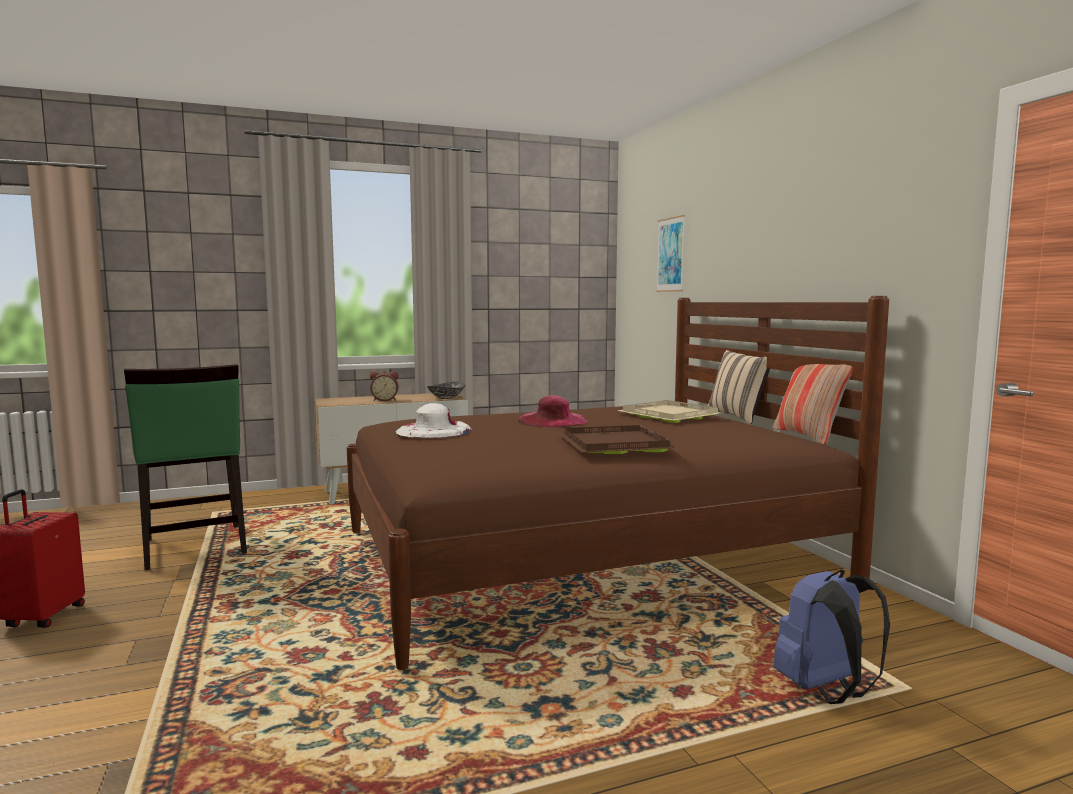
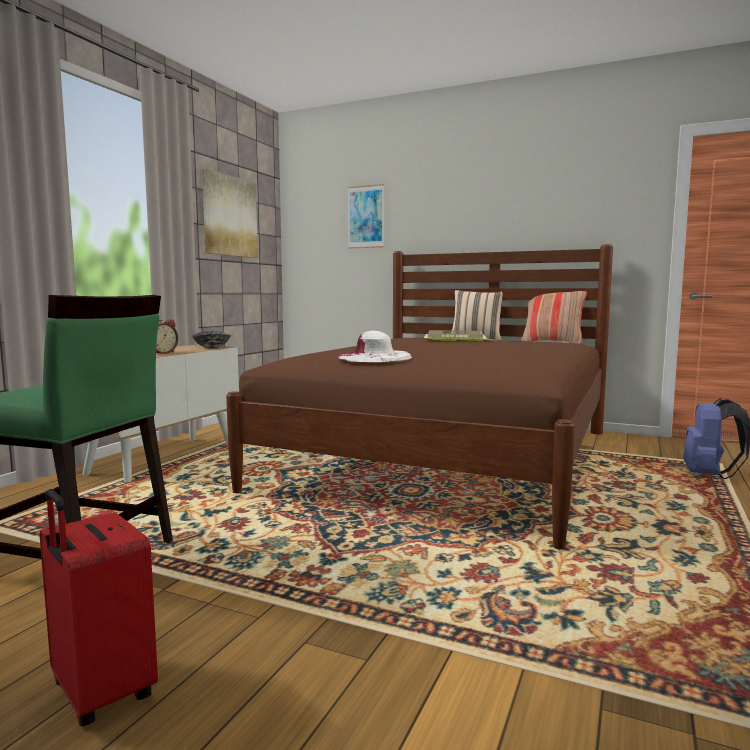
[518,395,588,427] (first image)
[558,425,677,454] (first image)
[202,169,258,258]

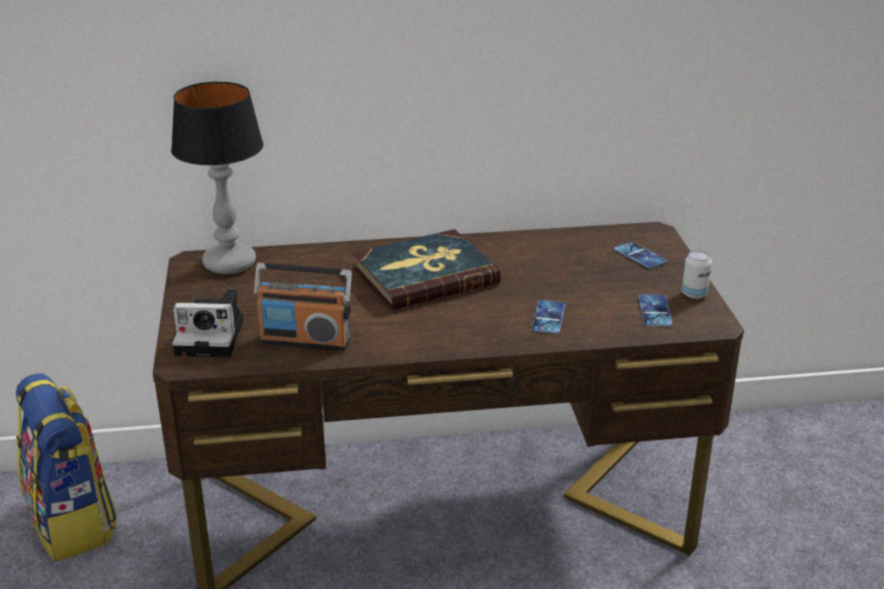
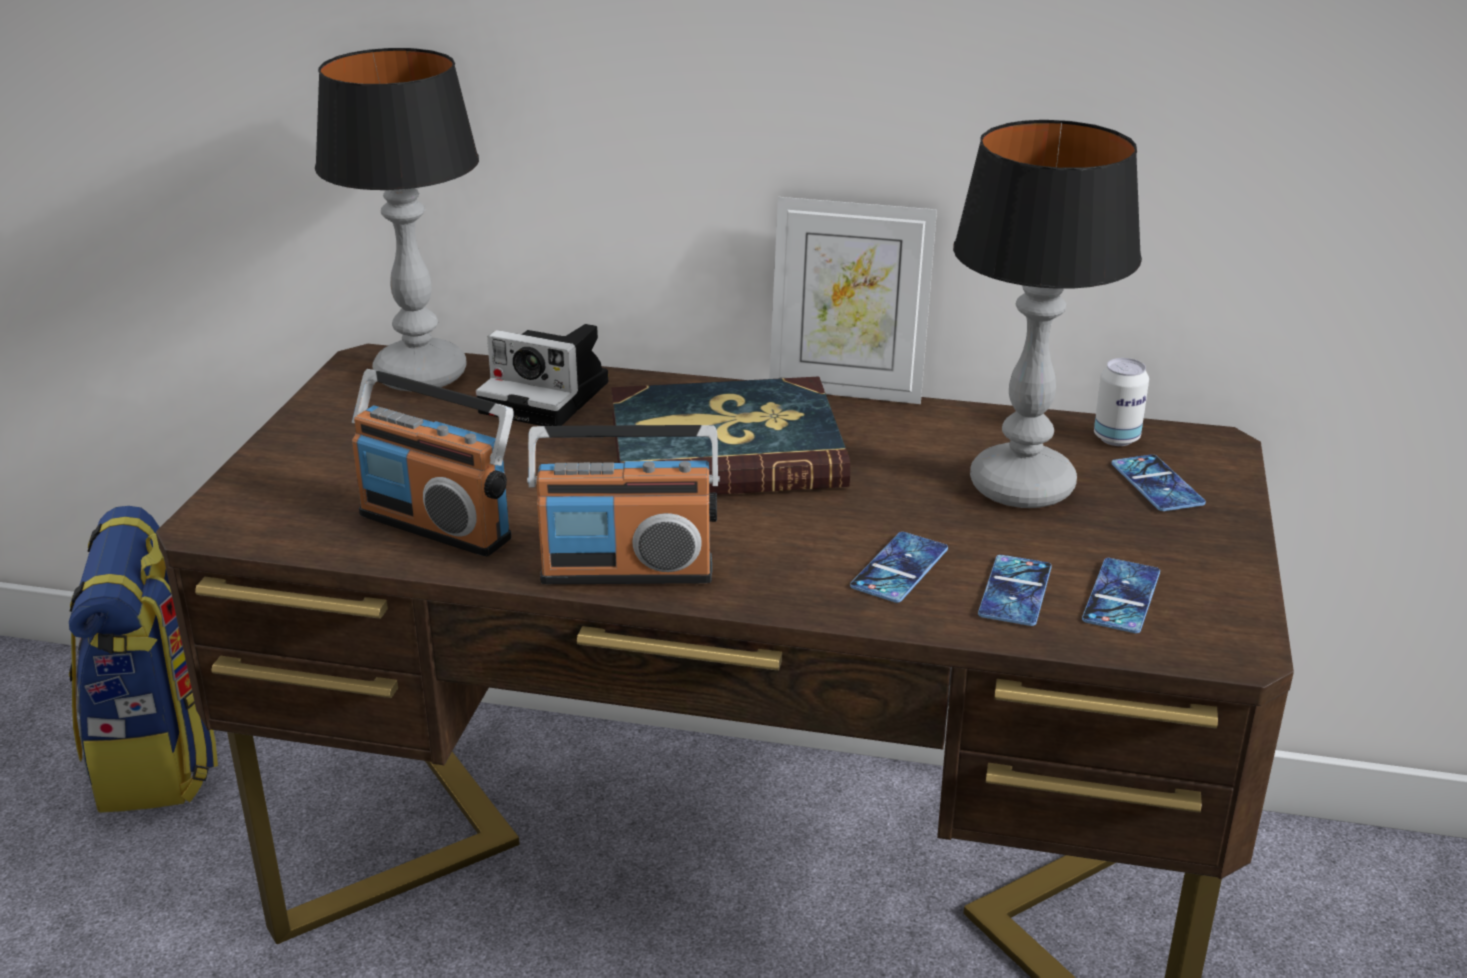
[1094,358,1149,446]
[476,324,608,426]
[953,120,1142,508]
[769,197,937,404]
[527,425,720,584]
[978,555,1052,626]

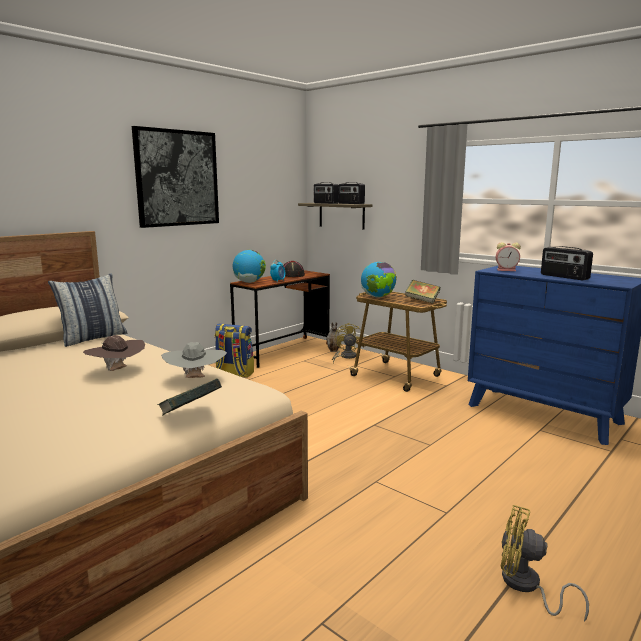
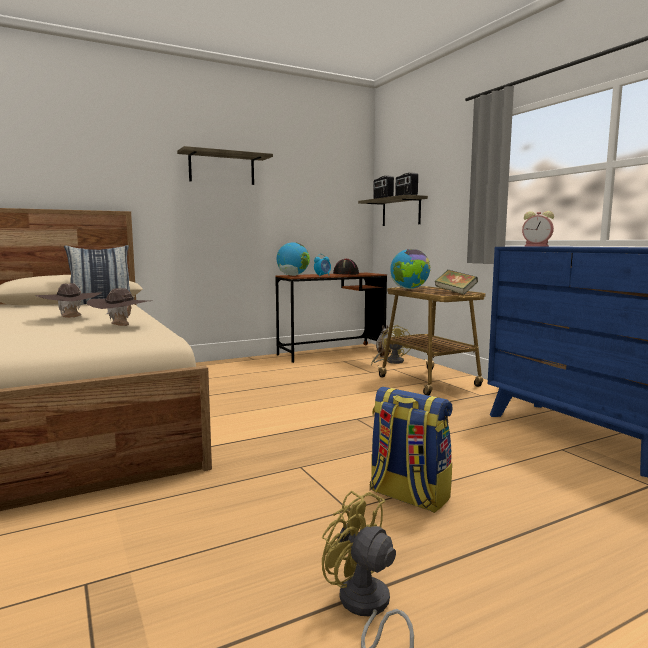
[177,146,273,185]
[541,246,593,281] (first image)
[370,387,452,513]
[87,288,153,326]
[157,378,222,416] (first image)

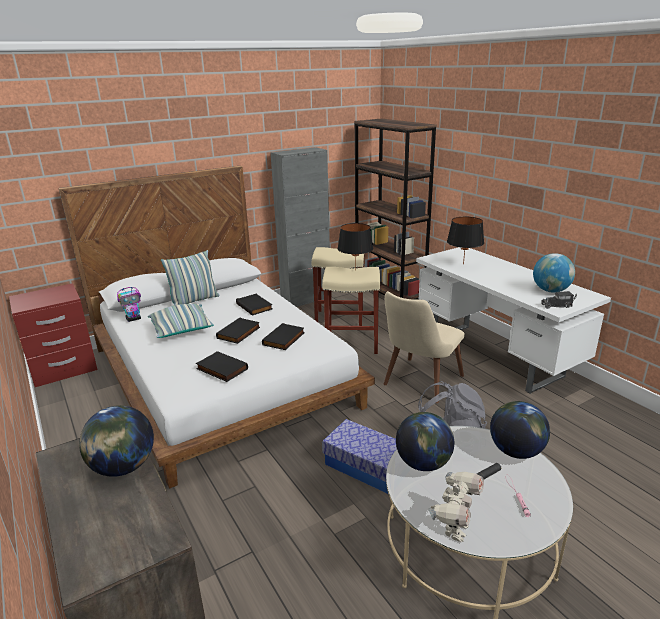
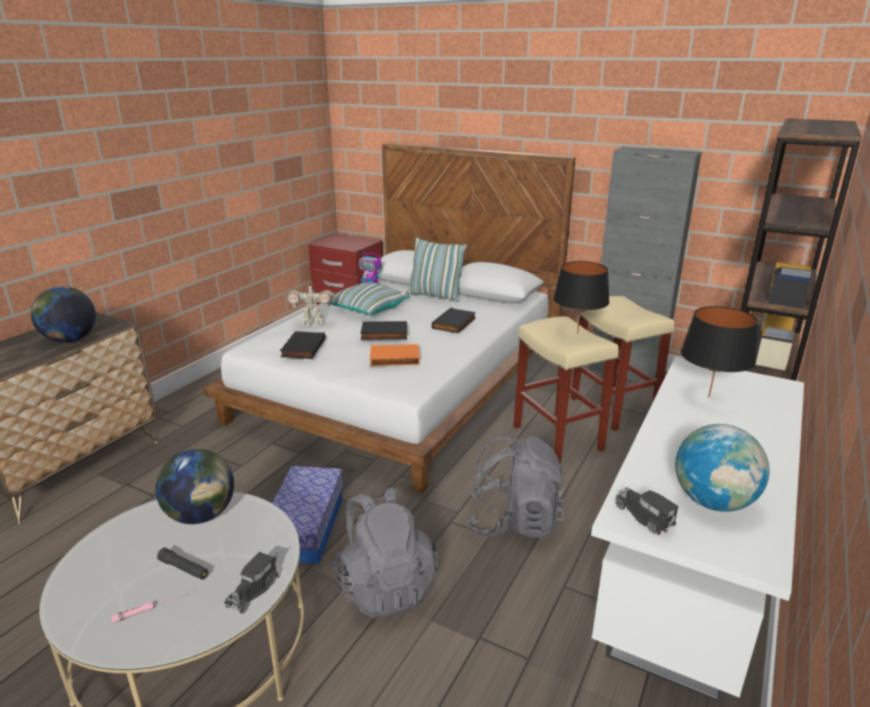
[466,434,564,538]
[370,344,420,366]
[224,551,279,614]
[287,286,335,325]

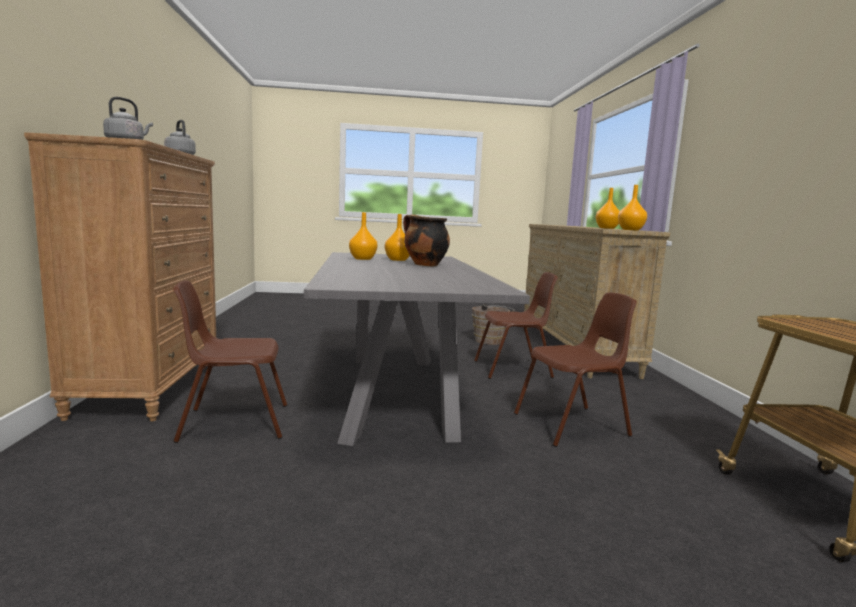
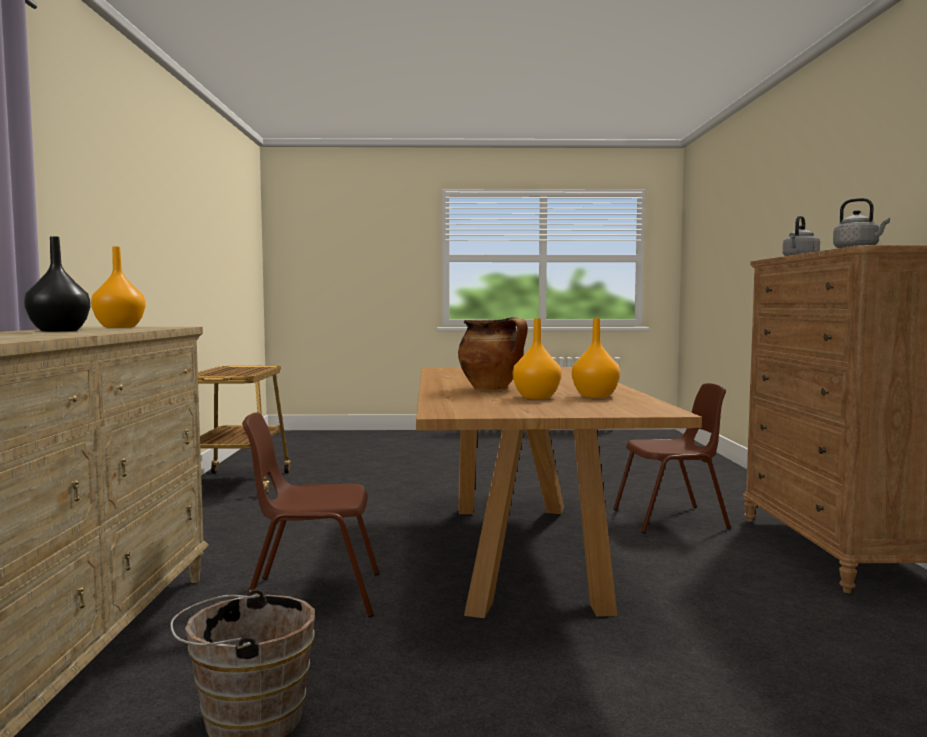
[24,236,90,332]
[416,367,702,618]
[514,293,637,447] (first image)

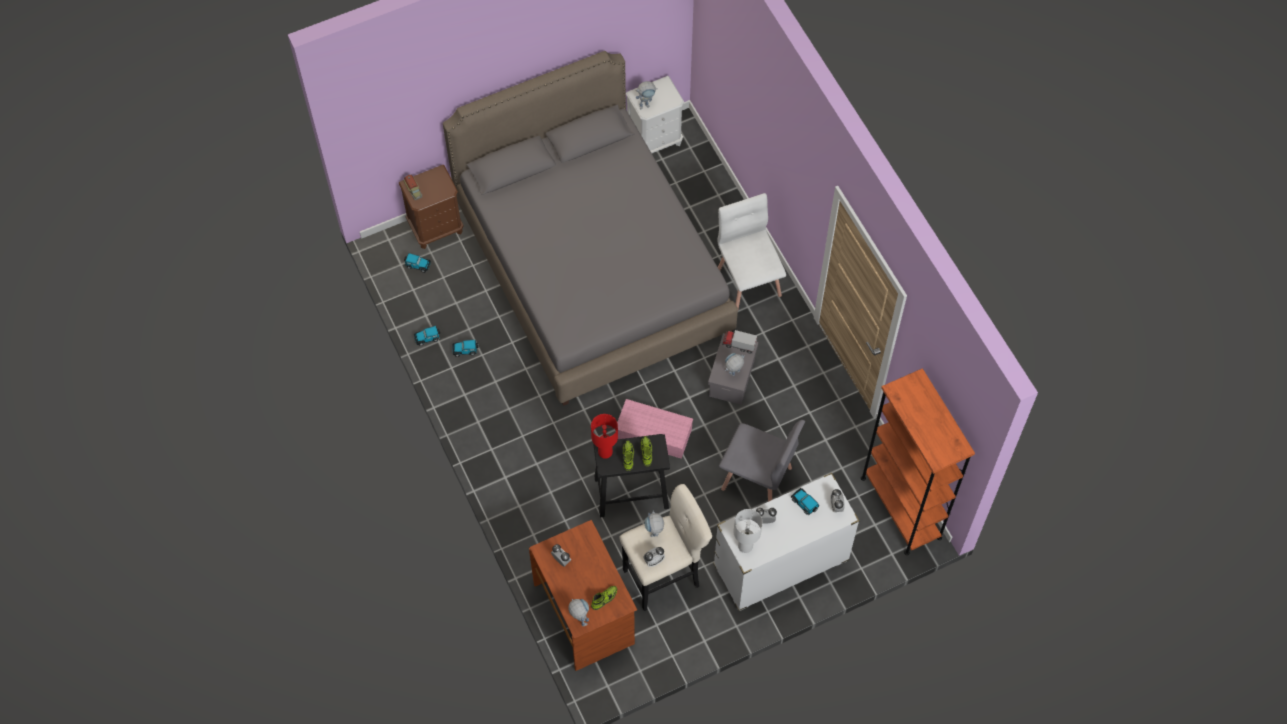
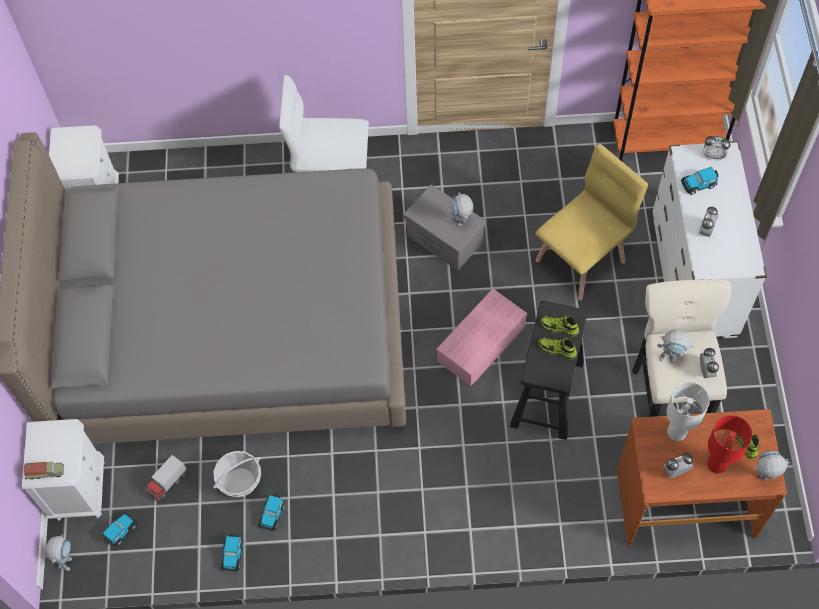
[45,535,72,571]
[22,419,105,521]
[146,455,187,502]
[707,415,752,473]
[536,144,648,301]
[666,382,710,441]
[213,451,261,497]

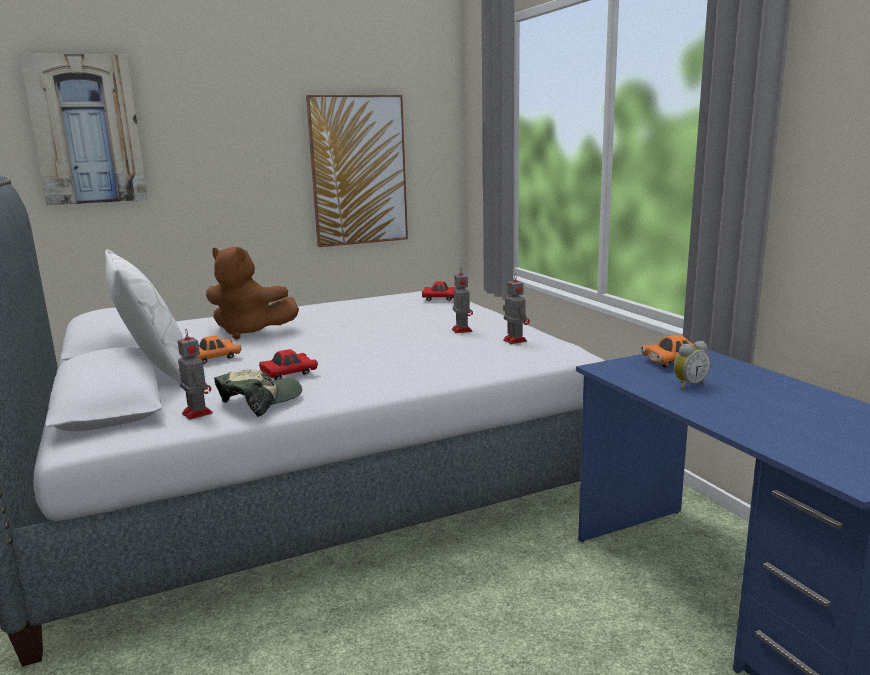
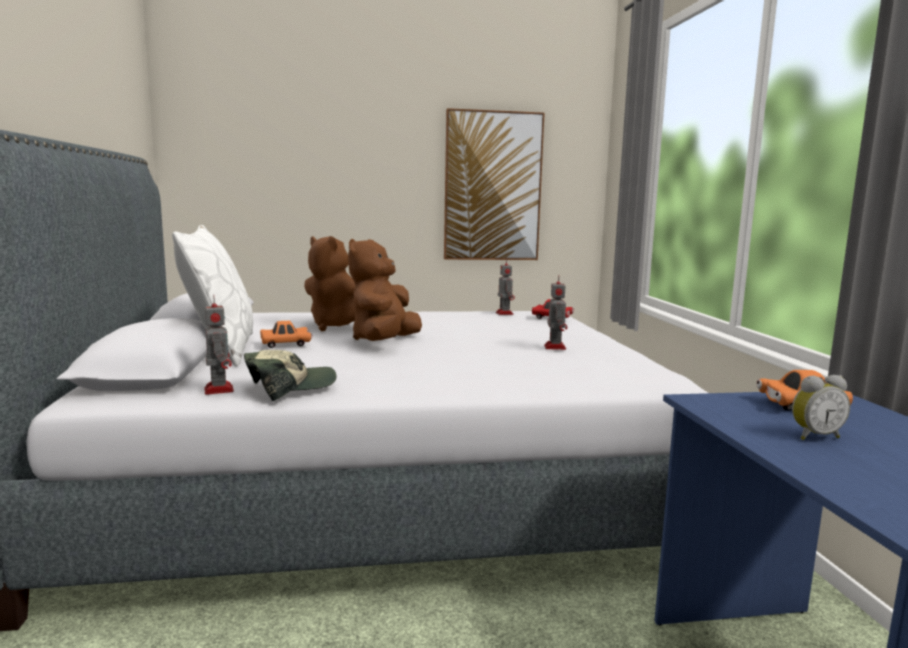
[19,53,148,206] (first image)
[496,258,515,315]
[259,349,318,380] (first image)
[348,239,422,341]

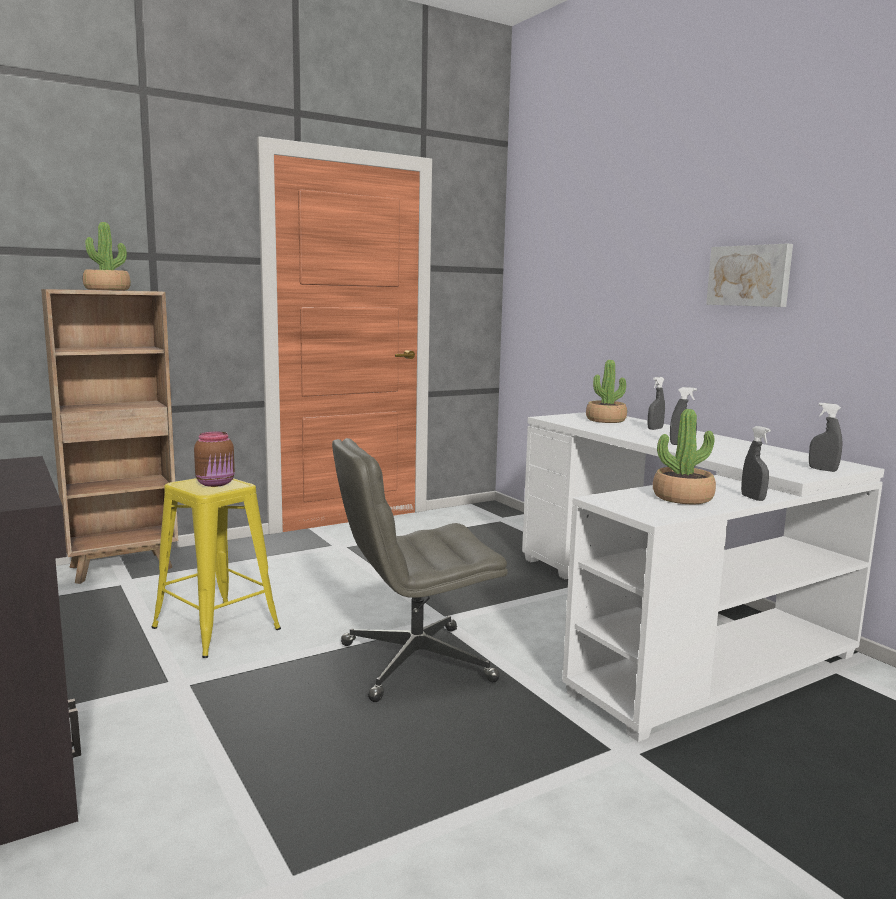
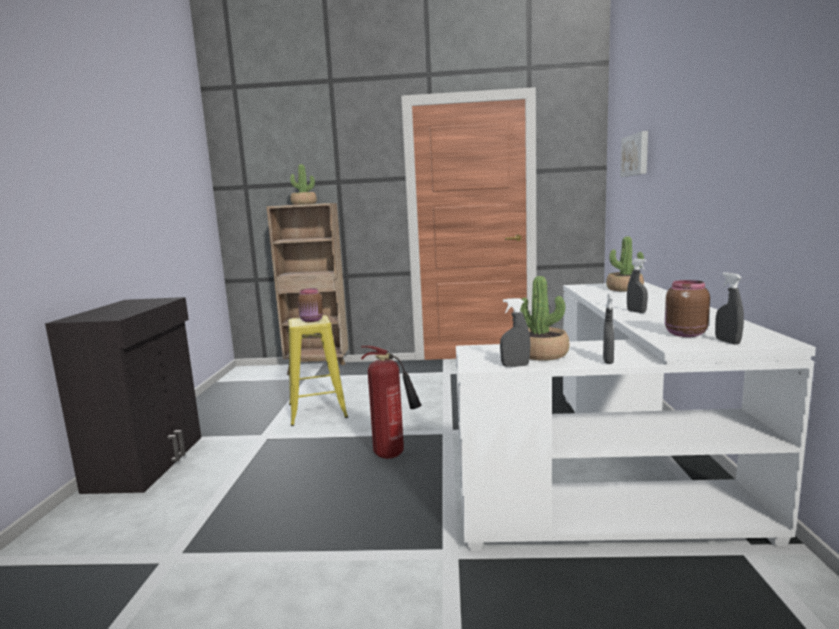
[620,131,648,177]
[500,298,530,367]
[361,346,421,459]
[665,280,710,337]

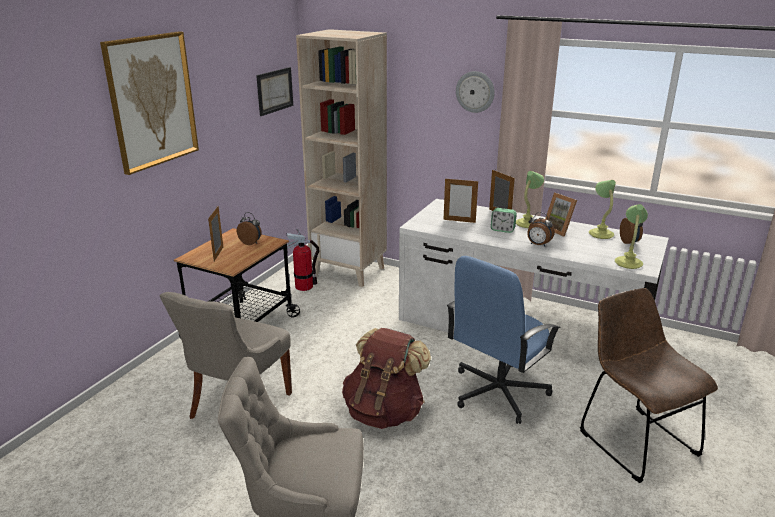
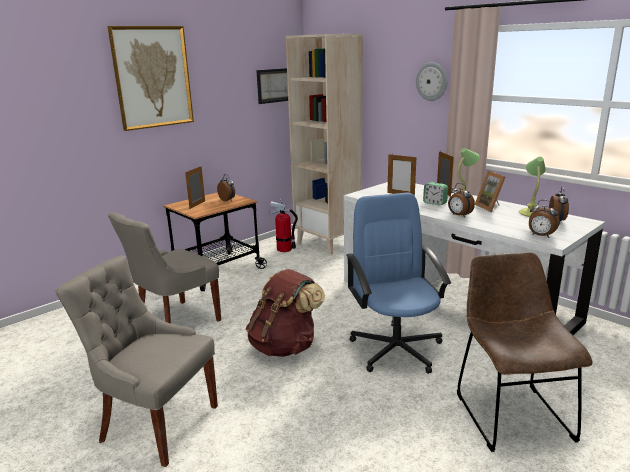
[529,200,560,238]
[346,192,451,374]

